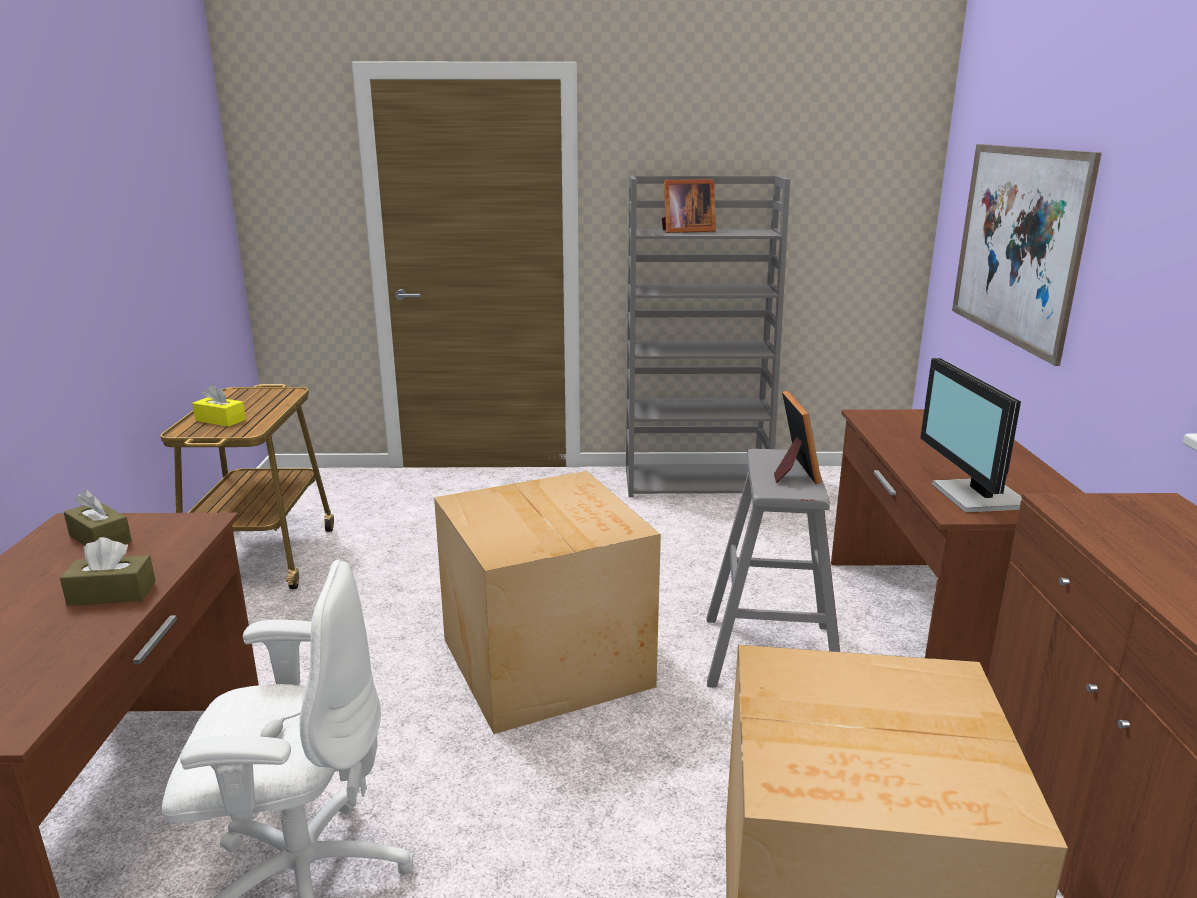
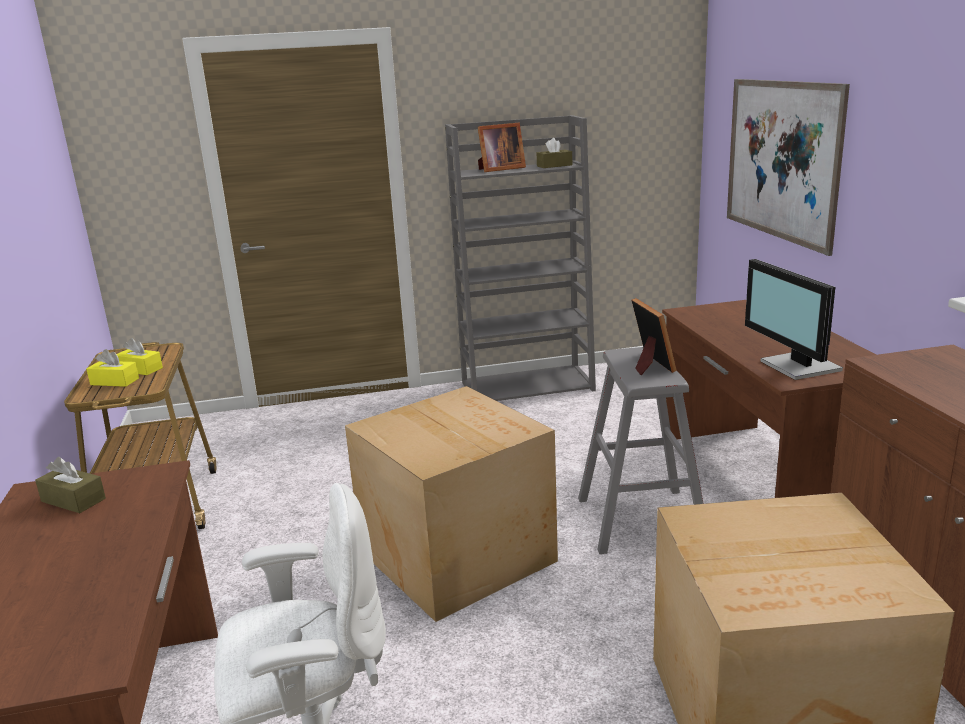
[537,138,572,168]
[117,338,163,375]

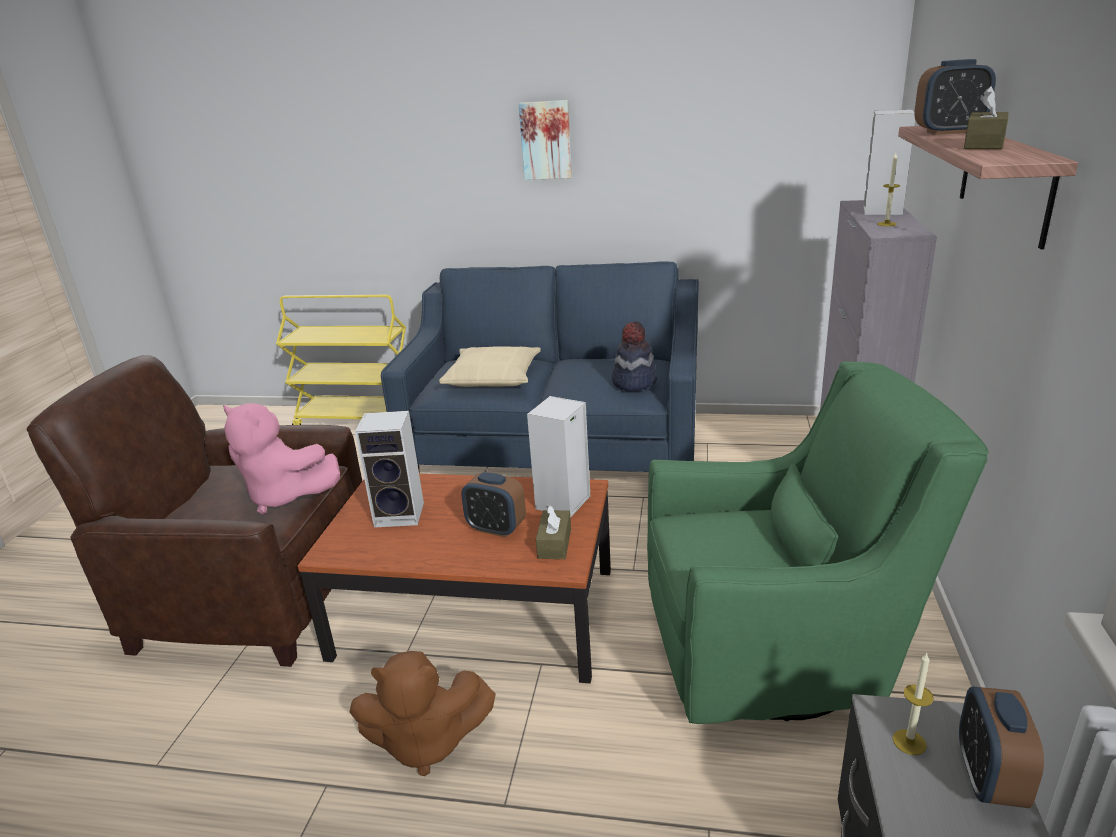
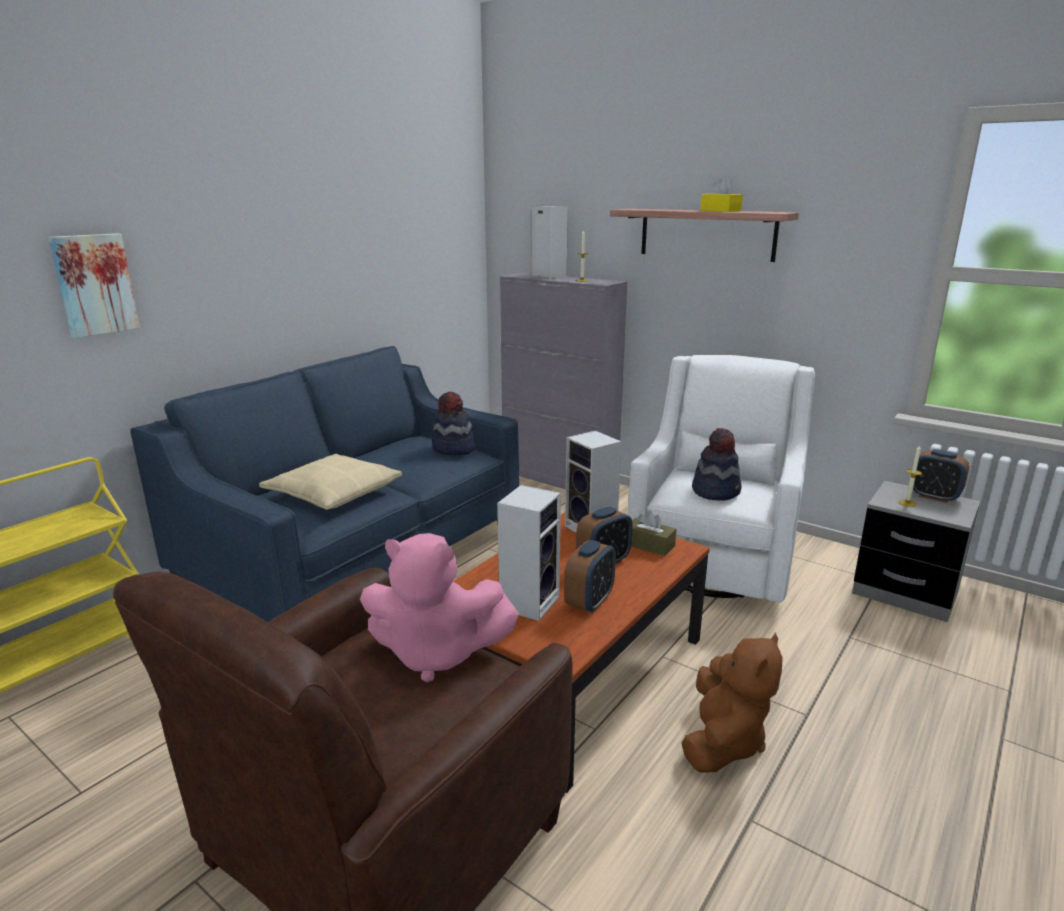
[564,540,616,613]
[700,177,743,212]
[49,233,140,338]
[628,355,815,602]
[360,533,519,683]
[692,428,742,501]

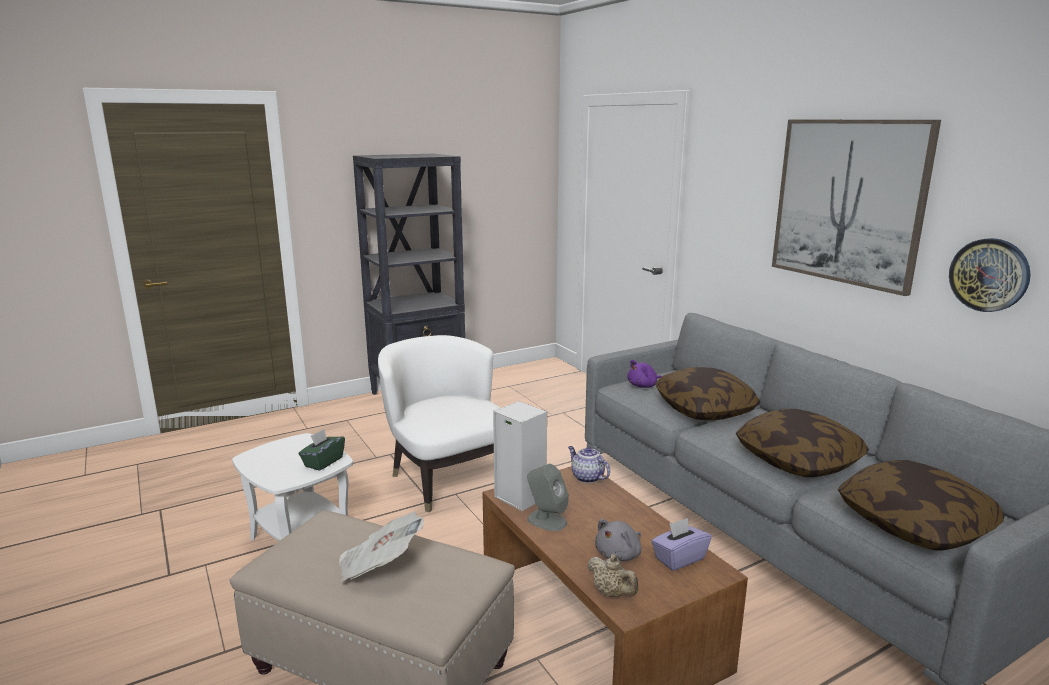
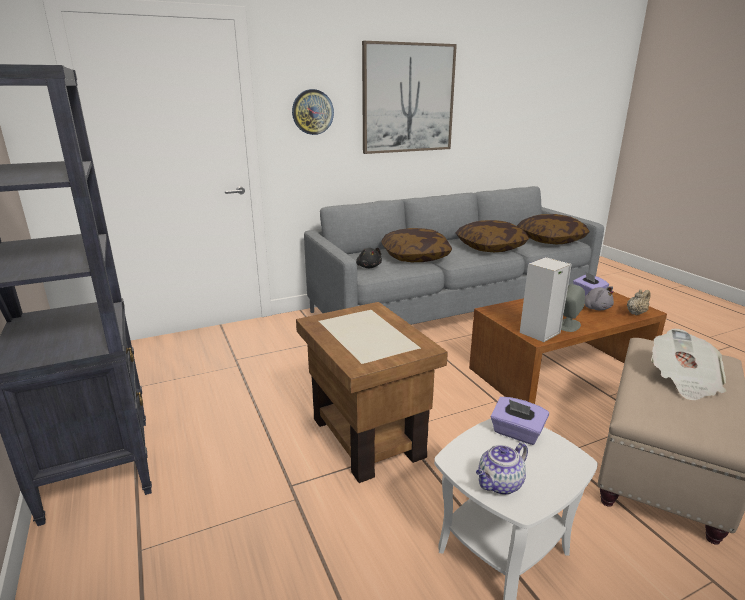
[292,89,334,135]
[296,302,448,483]
[356,248,382,268]
[490,397,549,445]
[476,442,528,495]

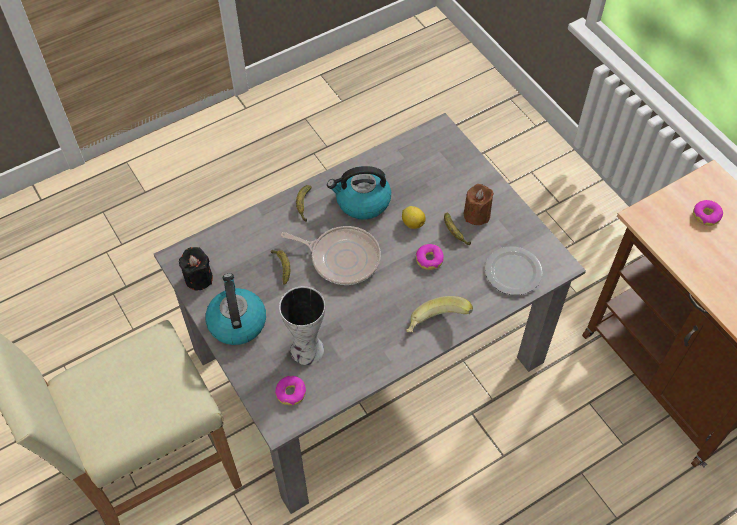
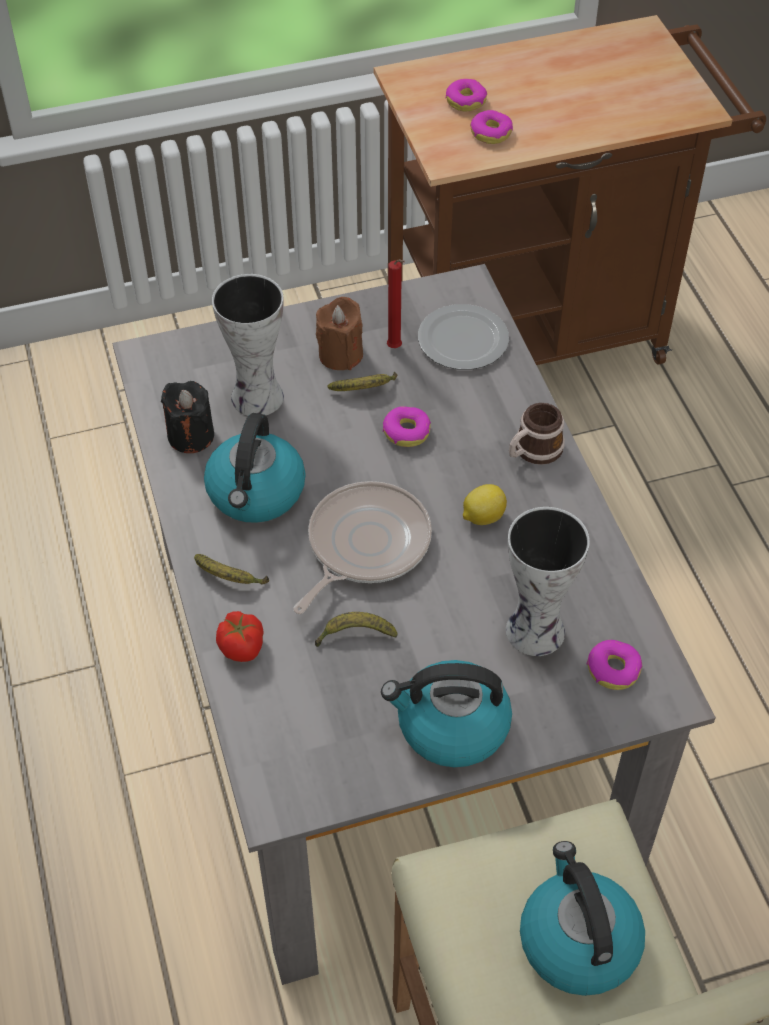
[463,484,507,525]
[161,381,214,453]
[509,403,565,465]
[470,110,513,144]
[387,259,405,348]
[212,274,284,416]
[216,611,264,662]
[520,841,645,996]

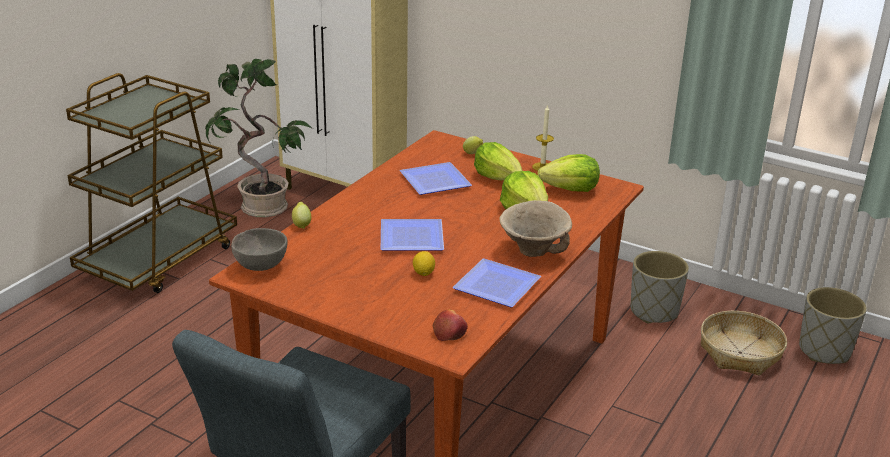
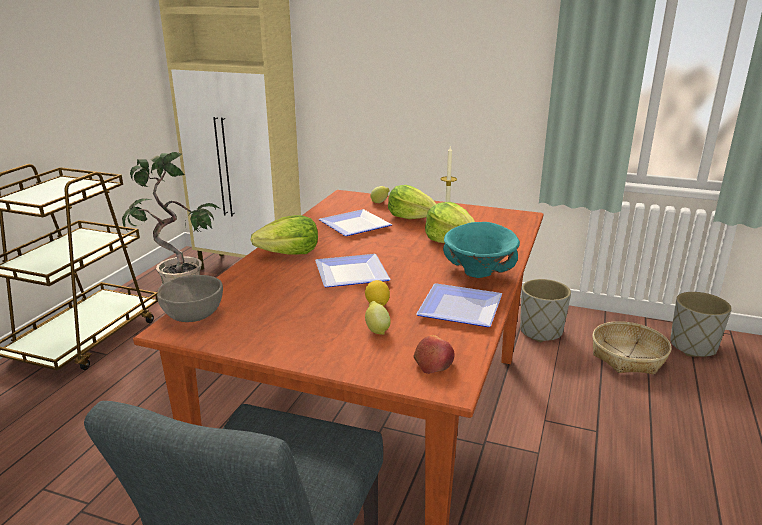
[251,215,318,255]
[443,222,520,278]
[365,301,391,335]

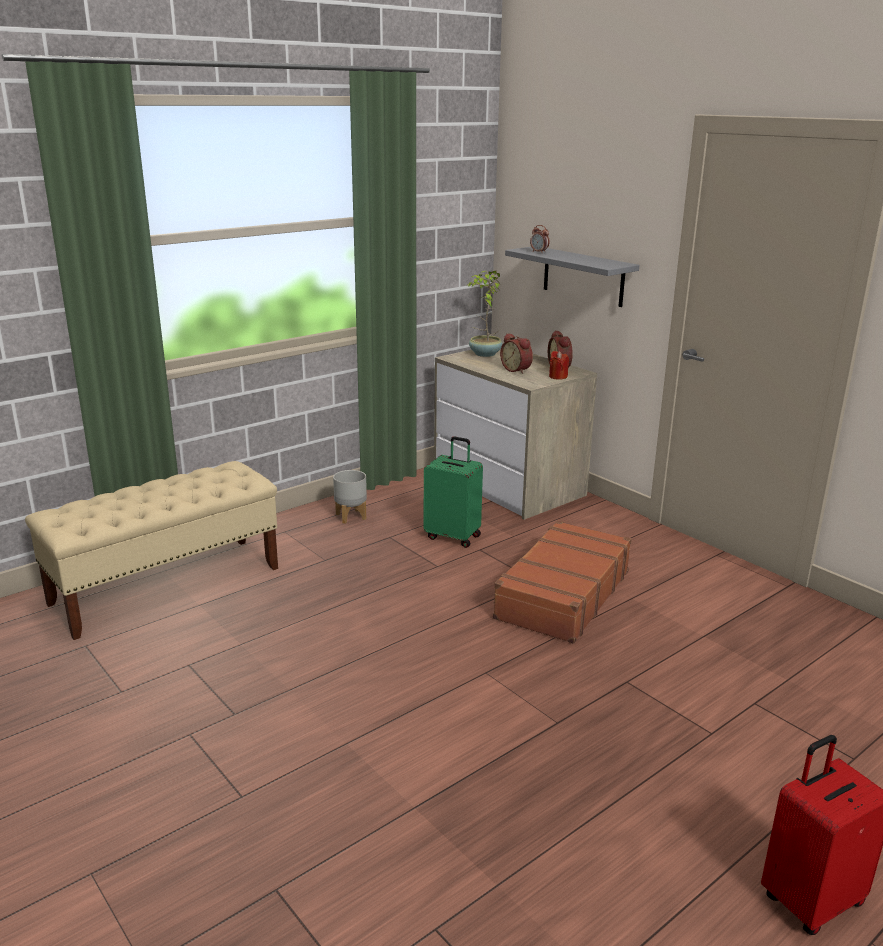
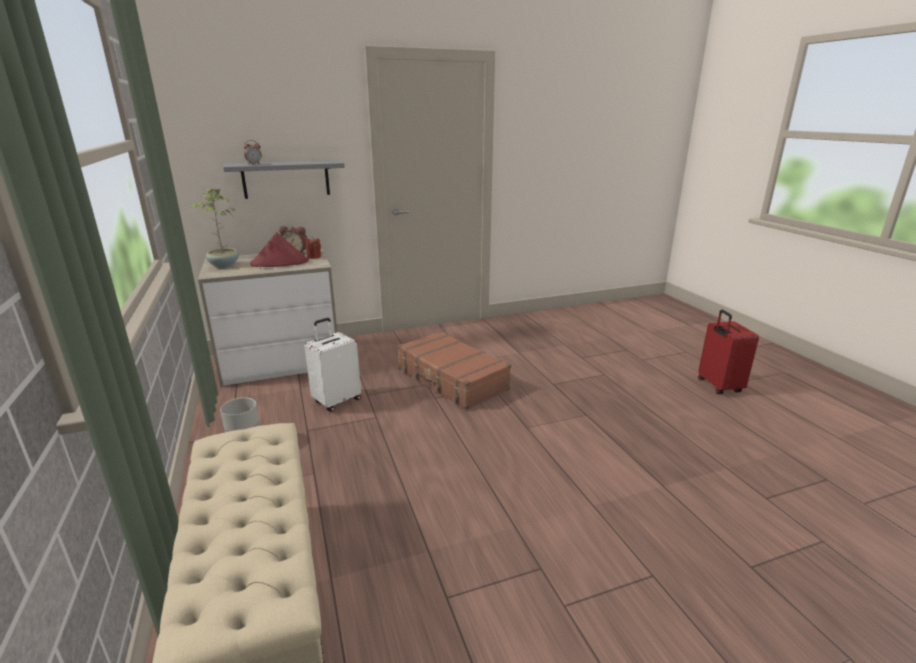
[250,232,309,267]
[304,318,361,412]

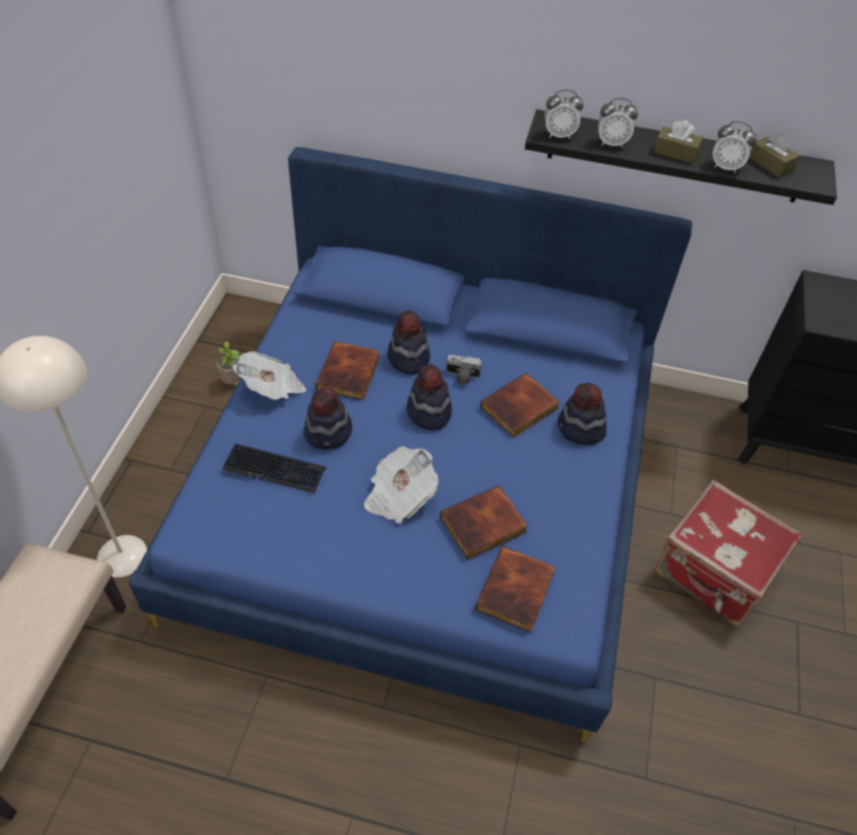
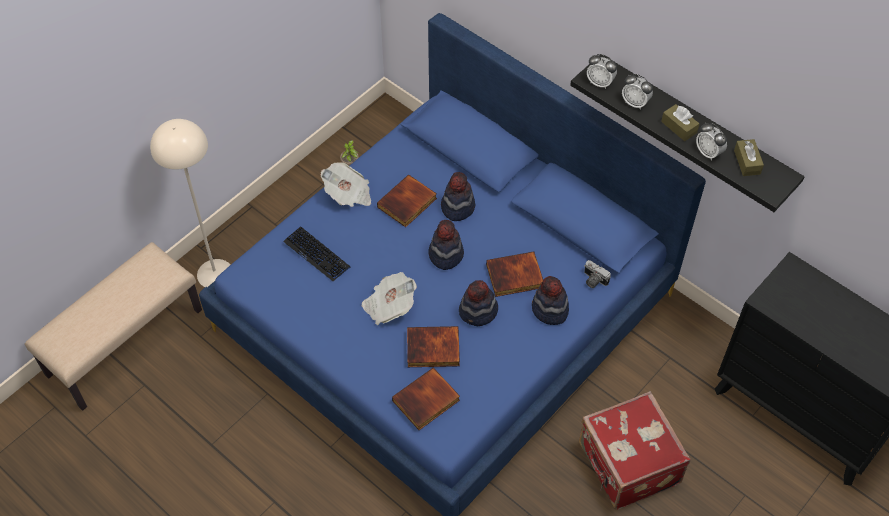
[584,260,611,288]
[459,280,498,326]

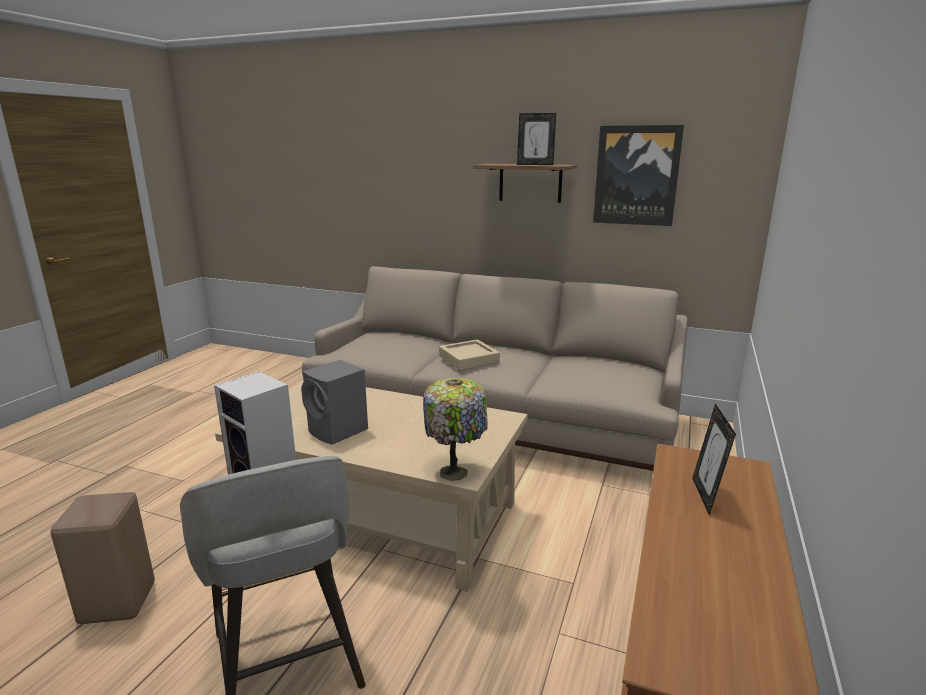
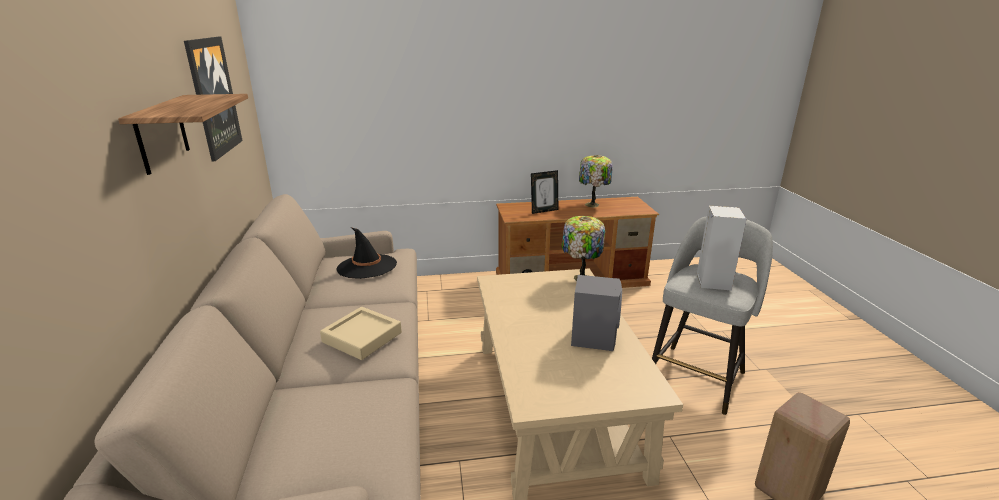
[517,113,556,165] (first image)
[579,155,613,207]
[337,227,397,279]

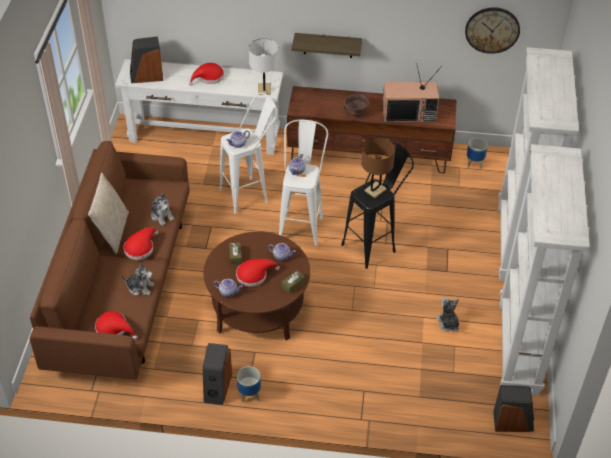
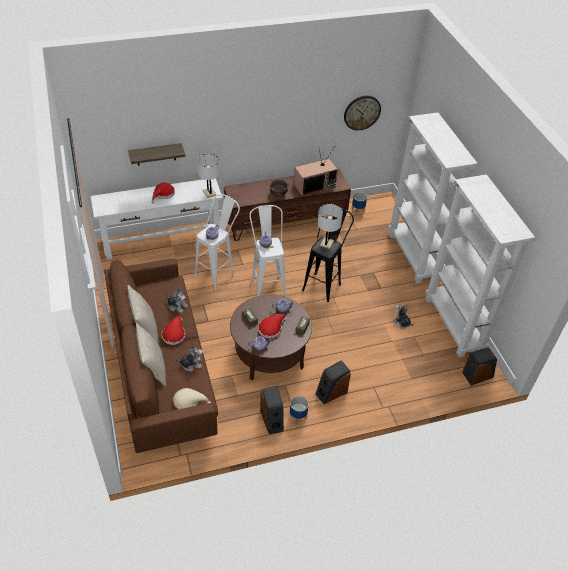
[128,143,185,165]
[316,360,351,404]
[317,204,343,249]
[173,388,211,410]
[136,323,166,387]

